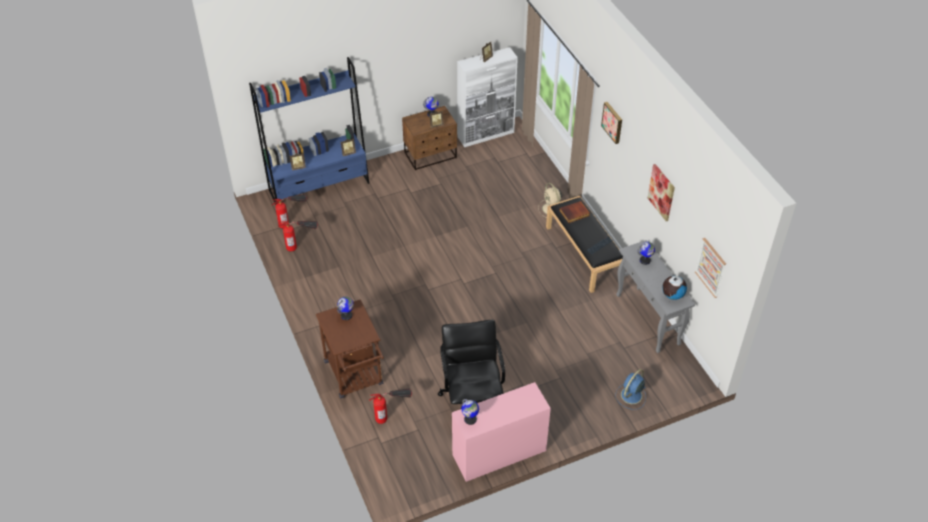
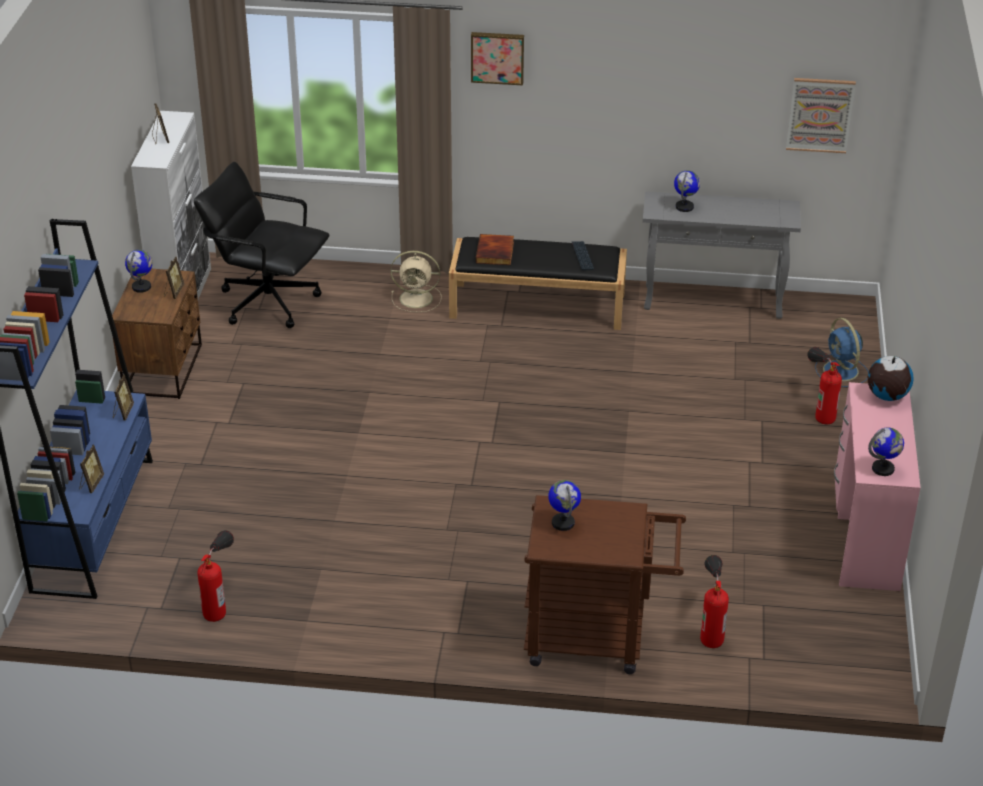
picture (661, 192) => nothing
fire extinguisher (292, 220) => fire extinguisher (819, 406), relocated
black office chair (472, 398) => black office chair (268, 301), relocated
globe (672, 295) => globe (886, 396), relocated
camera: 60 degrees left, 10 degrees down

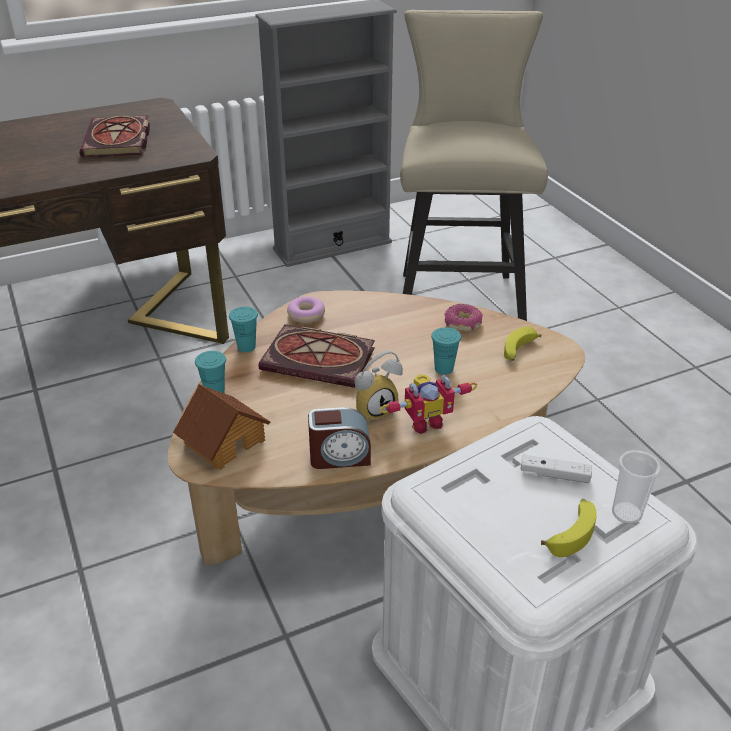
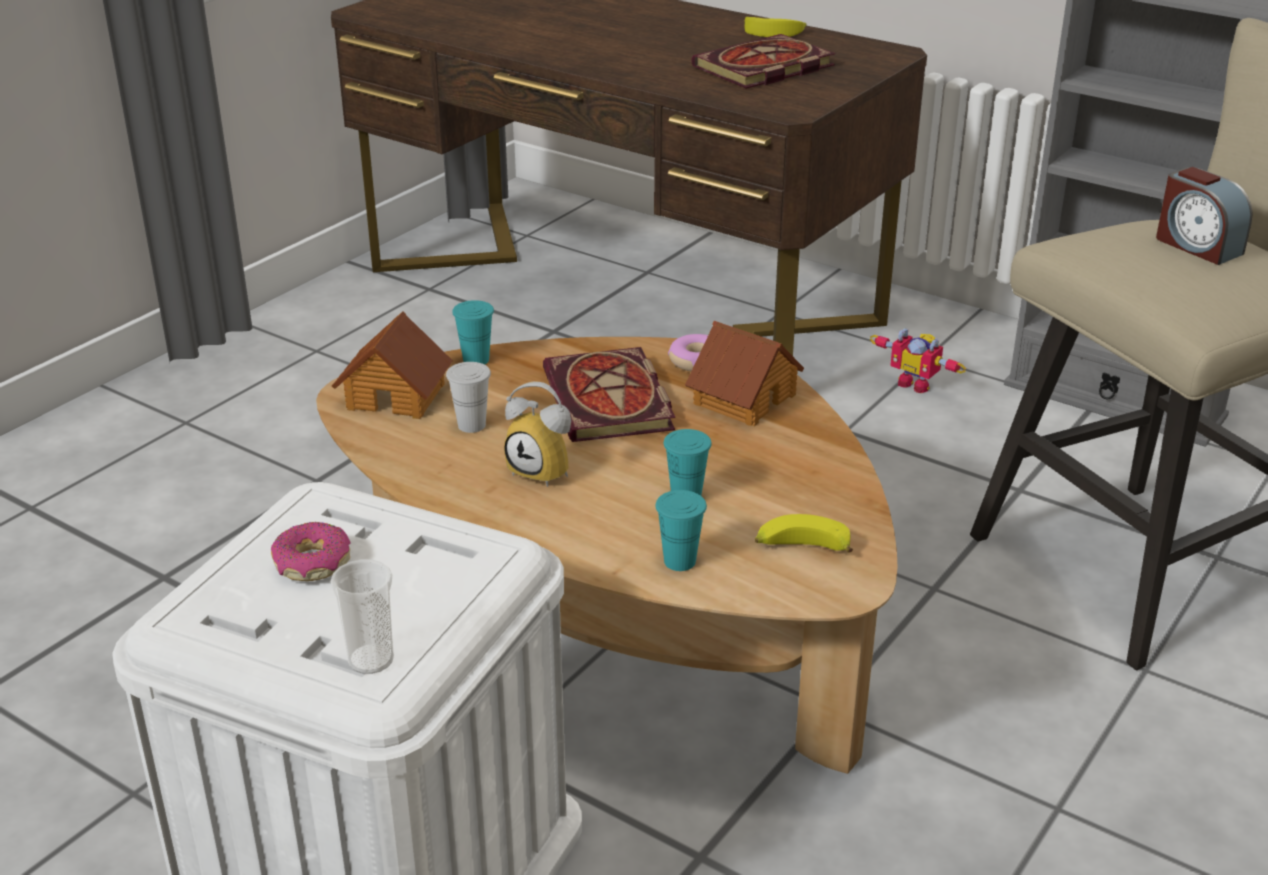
white game controller (554, 475) => nothing
nothing => white cup (471, 425)
nothing => toy house (743, 398)
turquoise cup (246, 347) => turquoise cup (679, 561), relocated
alarm clock (339, 456) => alarm clock (1197, 246), relocated
toy robot (425, 422) => toy robot (916, 383), relocated
donut (463, 323) => donut (312, 564), relocated
banana (571, 532) => banana (775, 33), relocated
camera: 60 degrees right, 5 degrees down

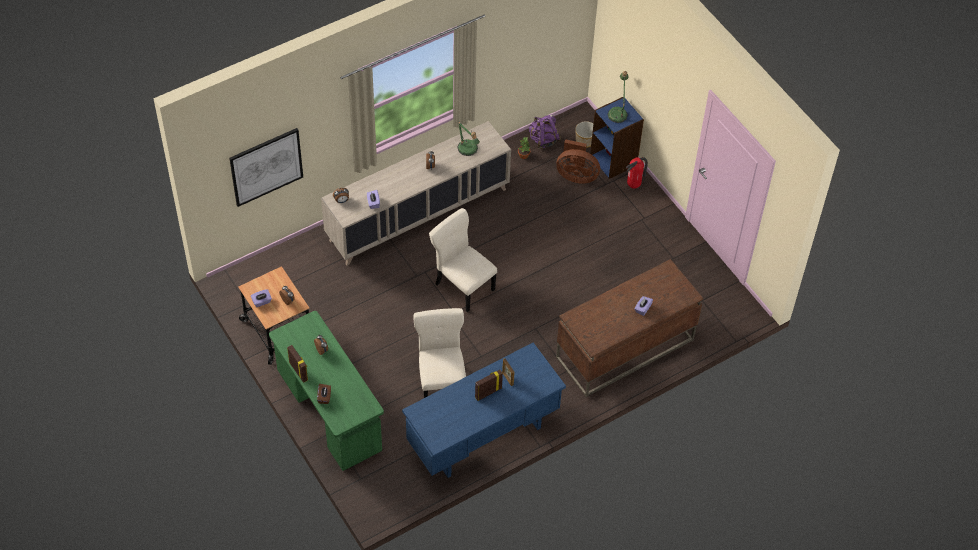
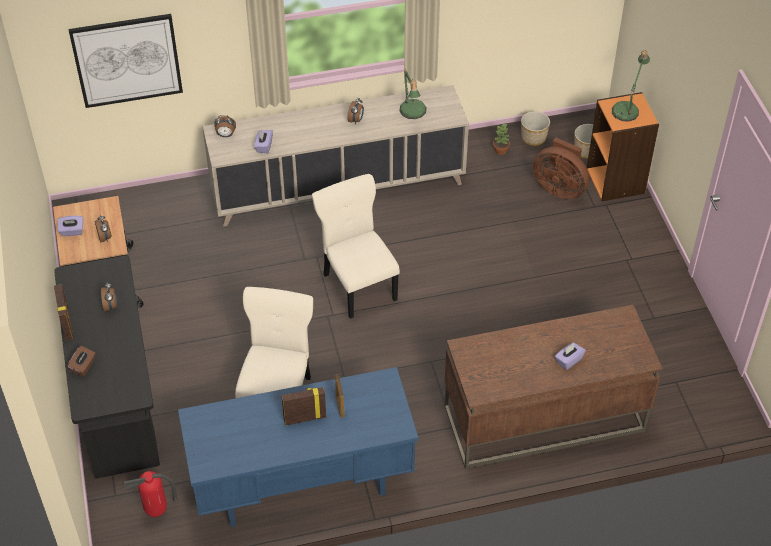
fire extinguisher (633, 186) => fire extinguisher (156, 511), relocated
purple backpack (543, 140) => planter (533, 138)
green desk (329, 411) => black desk (116, 396)
blue bookcase (614, 160) => orange bookcase (616, 181)
camera: 20 degrees right, 5 degrees down

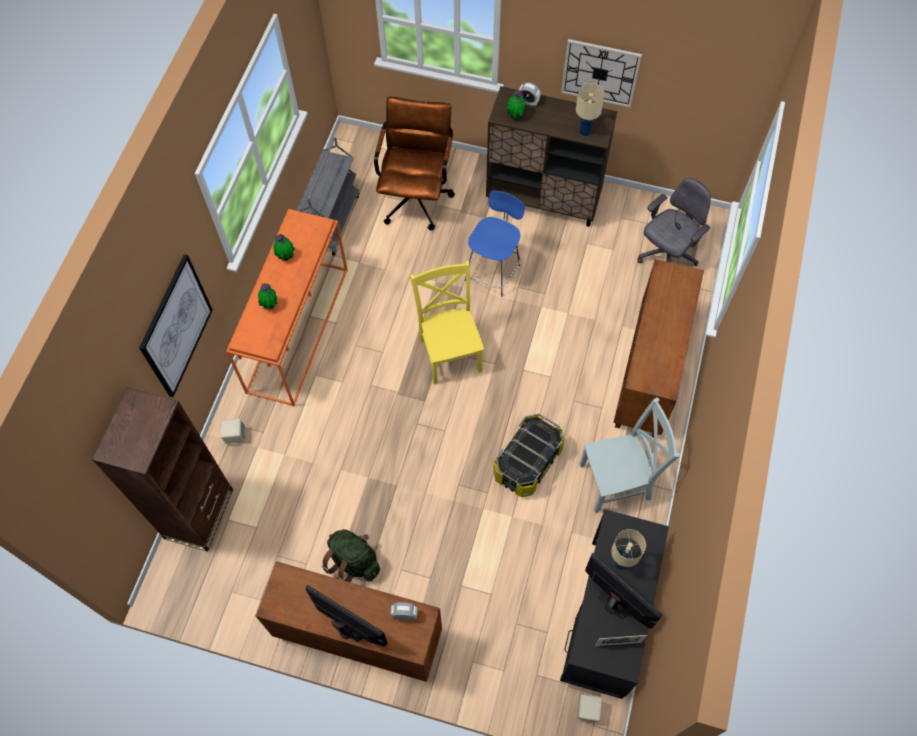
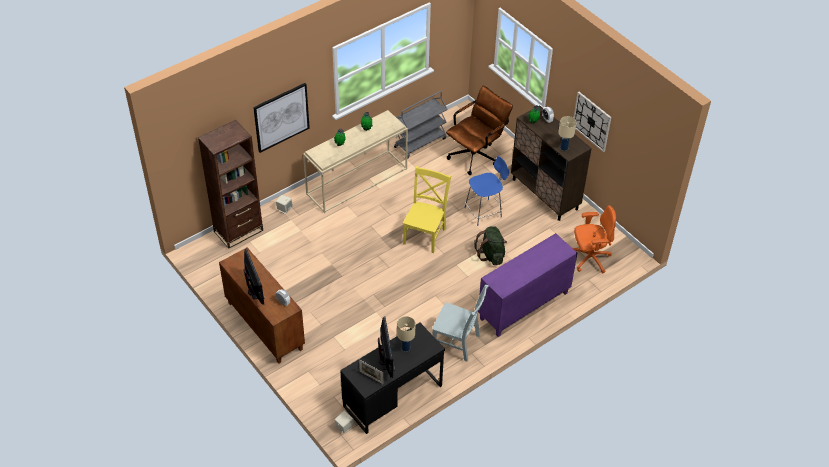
storage box (528, 462) => nothing
green backpack (353, 561) => green backpack (491, 255), relocated
orange console table (297, 329) => beige console table (357, 180)
brown cabinet (649, 373) => purple cabinet (524, 306)
grey office chair (666, 256) => orange office chair (589, 259)
camera: 35 degrees right, 15 degrees down

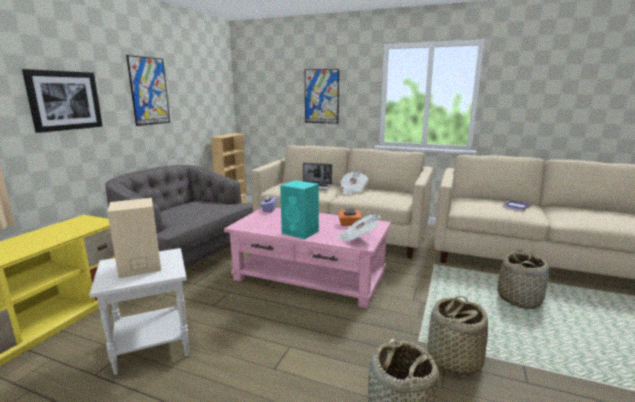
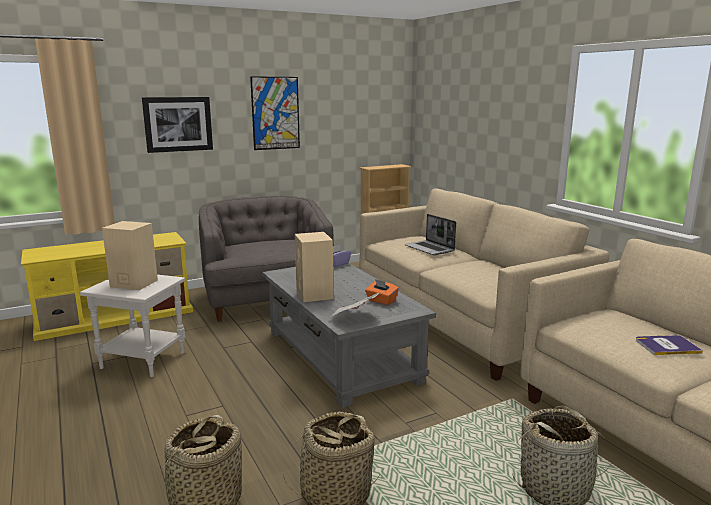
picture (321, 96) => nothing
newspaper (353, 190) => nothing
pink coffee table (310, 276) => grey coffee table (341, 355)
turquoise speaker (301, 232) => beige speaker (314, 295)
camera: 40 degrees right, 0 degrees up

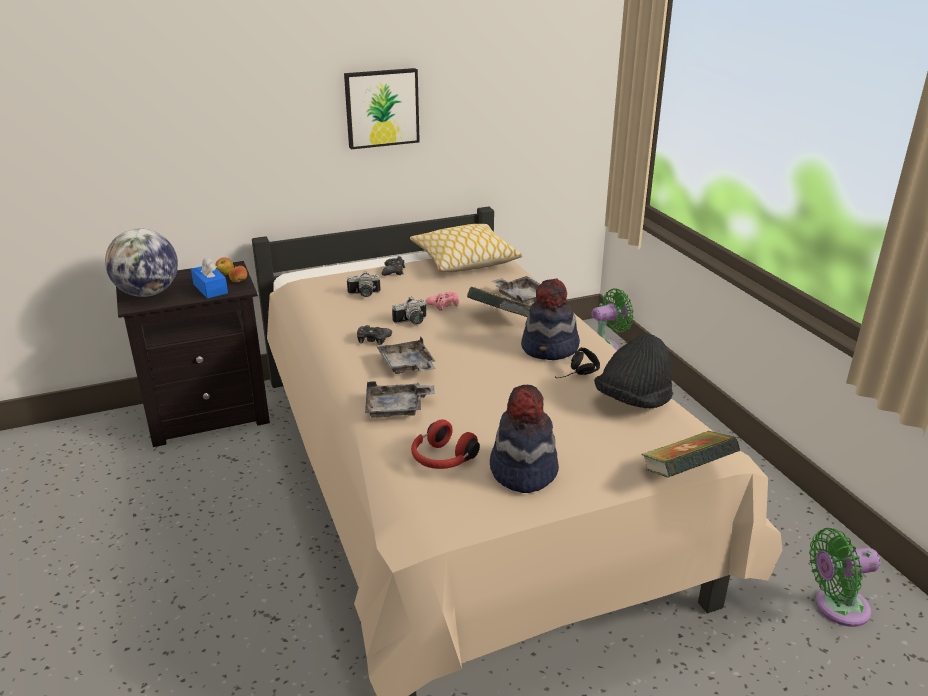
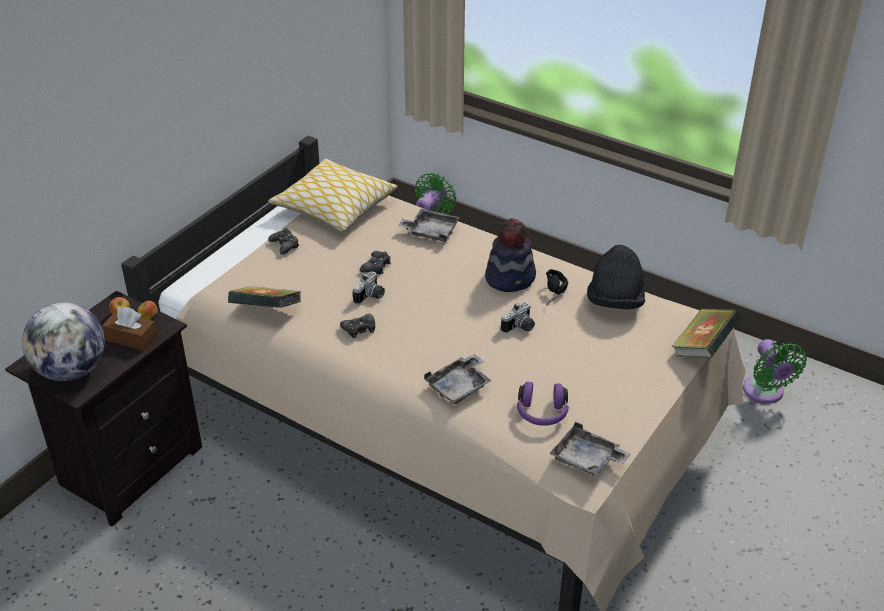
picture (381, 108) => nothing
hat (523, 470) => nothing
photo camera (364, 294) => photo camera (520, 328), relocated
grey tray (407, 366) => grey tray (587, 459), relocated
book (500, 319) => book (266, 312), relocated
blue tissue box (210, 289) => brown tissue box (131, 338)
red headphones (442, 459) => purple headphones (542, 414)
pink game controller (444, 305) => black game controller (376, 266)
green fan (836, 607) => green fan (765, 393), 60 degrees counterclockwise
camera: 35 degrees left, 10 degrees up

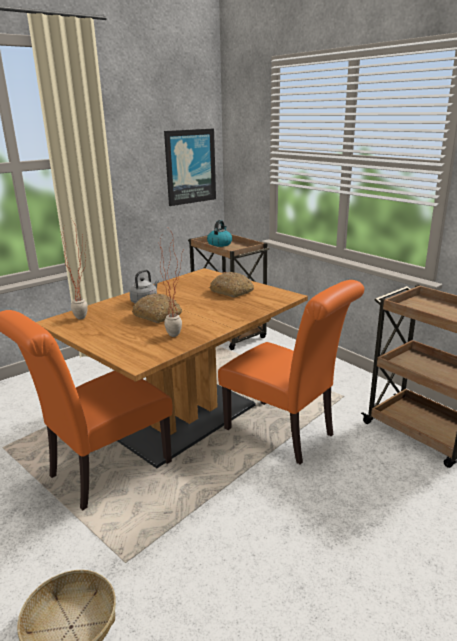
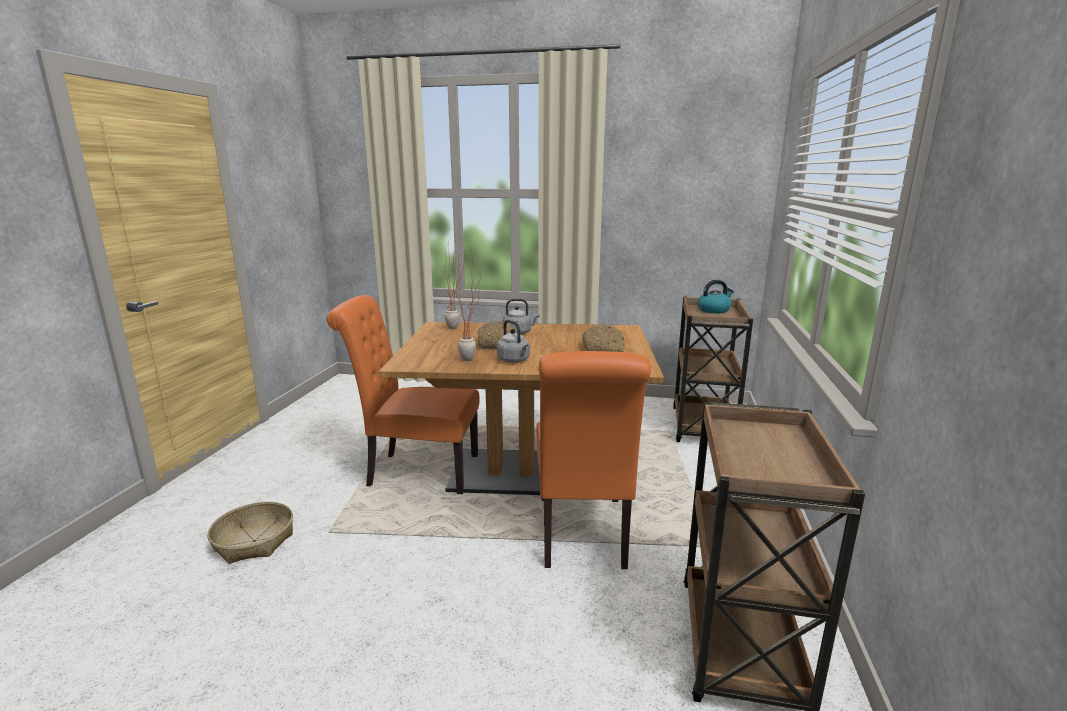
picture (190, 166) => nothing
nothing => grey kettle (514, 360)
camera: 50 degrees right, 5 degrees down

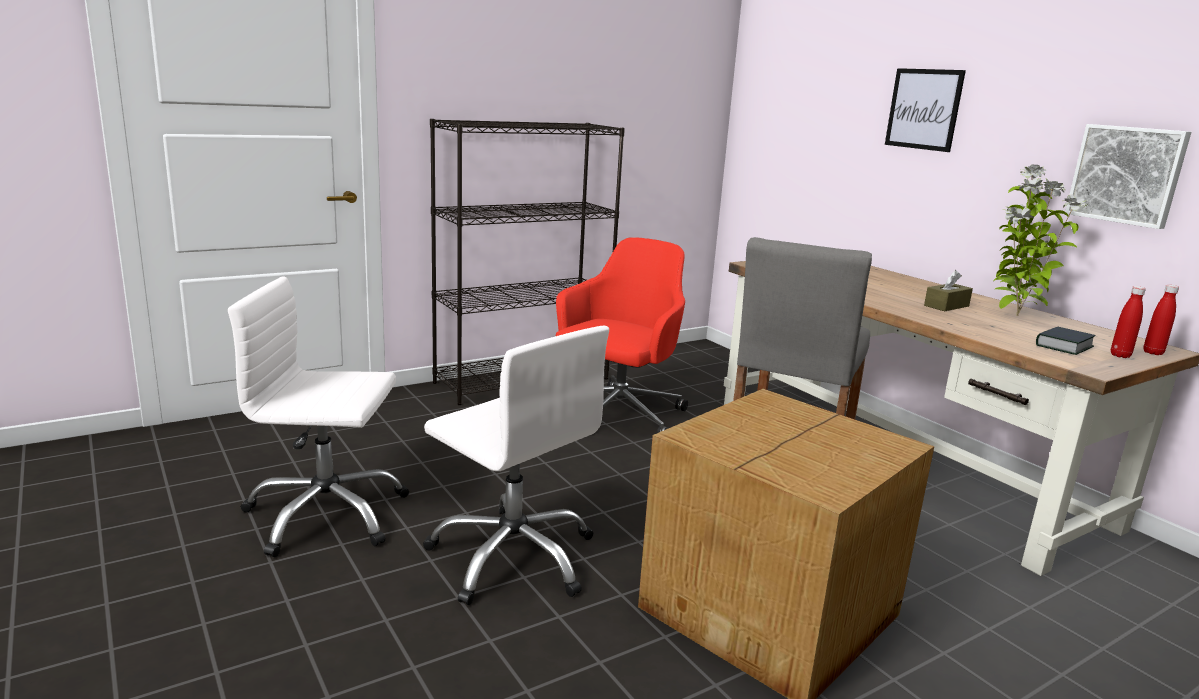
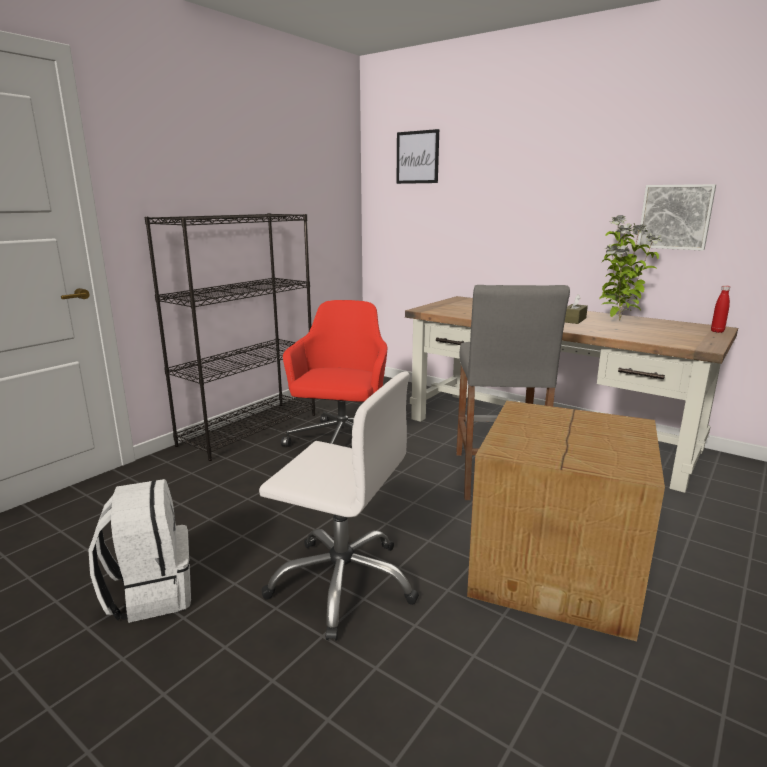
book (1063, 346) => nothing
red bottle (1120, 355) => nothing
picture (924, 109) => picture (417, 157), relocated
white office chair (326, 515) => white backpack (151, 593)
camera: 20 degrees left, 0 degrees up

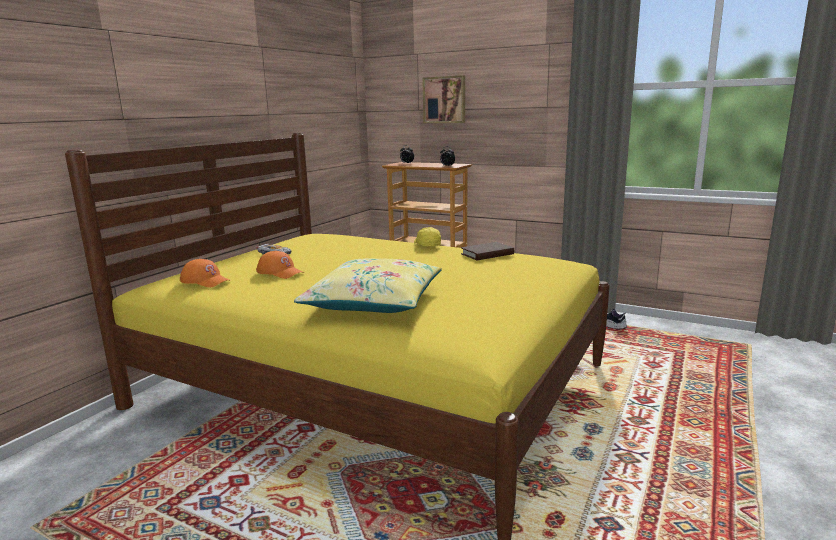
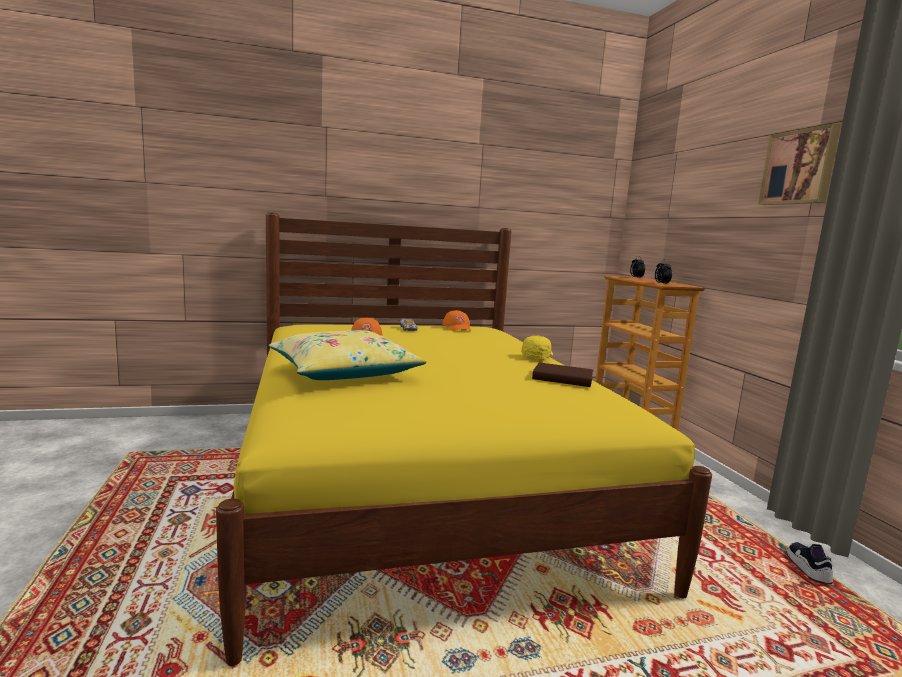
orange cap (205, 281) => orange cap (457, 328), relocated
picture (444, 100) => picture (799, 167), relocated
camera: 45 degrees right, 5 degrees down

